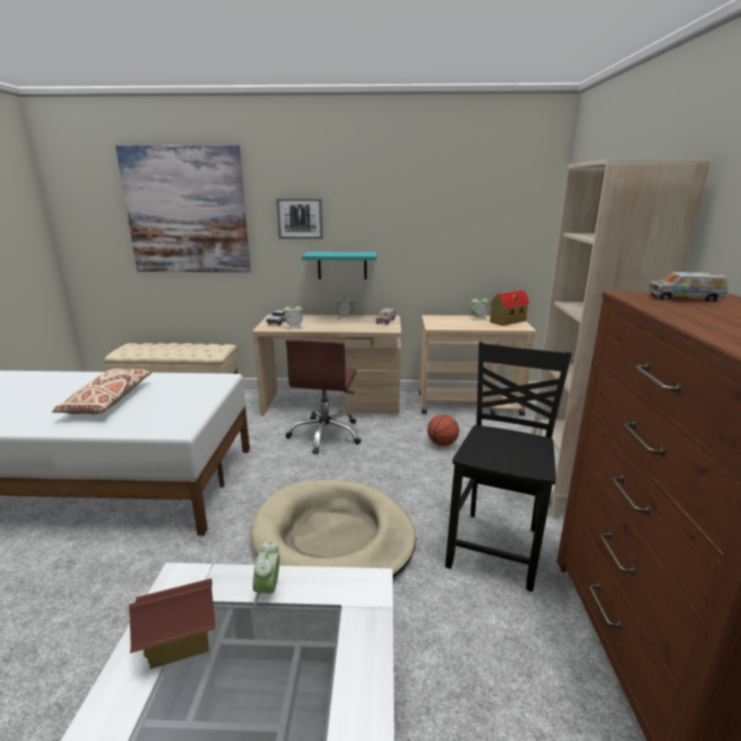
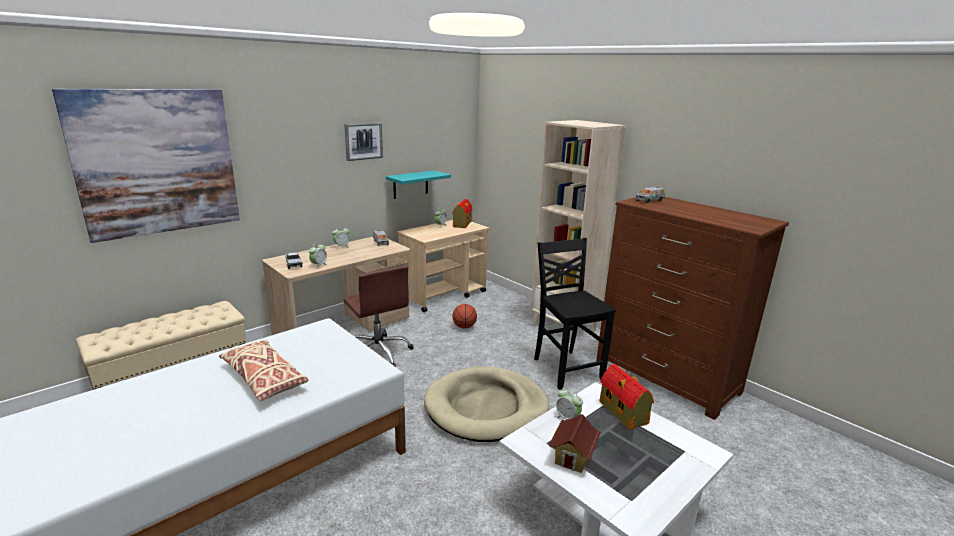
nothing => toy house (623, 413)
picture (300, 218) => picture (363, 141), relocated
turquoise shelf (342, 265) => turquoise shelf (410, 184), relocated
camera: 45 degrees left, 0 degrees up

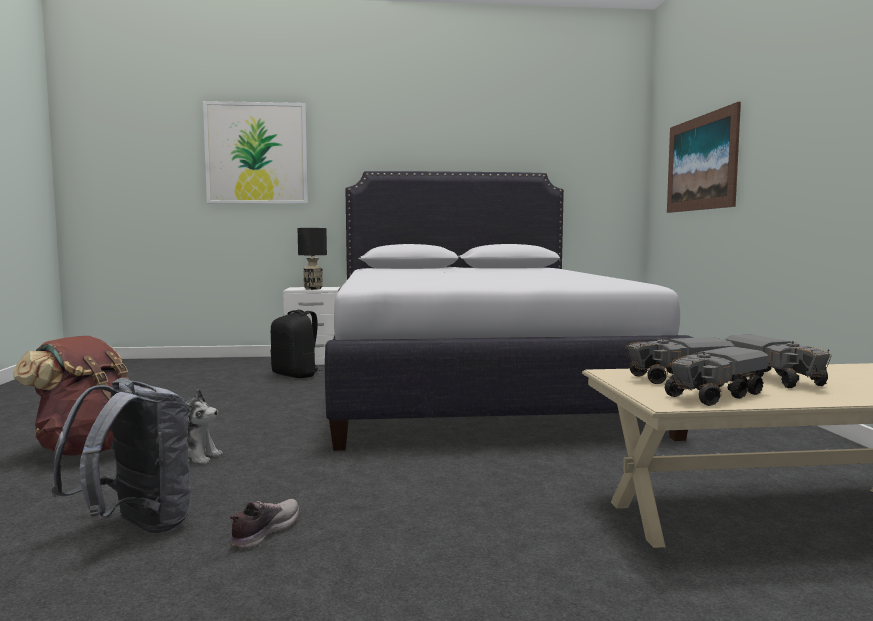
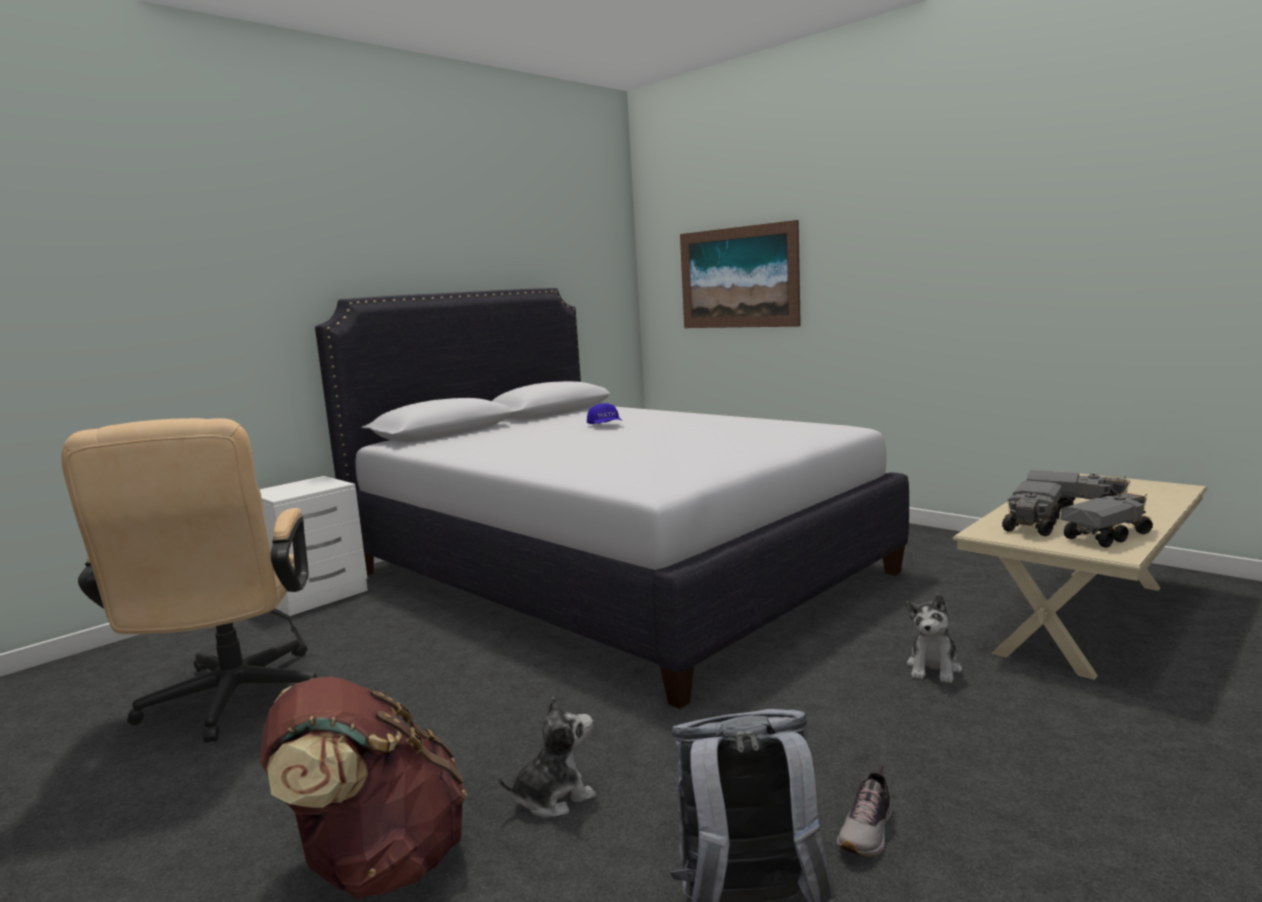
picture (256, 153) => nothing
black backpack (296, 375) => nothing
black table lamp (313, 289) => nothing
nothing => beige office chair (230, 704)
nothing => blue cap (605, 425)
nothing => plush toy (934, 668)
shoe (264, 532) => shoe (868, 831), 135 degrees counterclockwise
toy truck (714, 395) => toy truck (1107, 536), 135 degrees counterclockwise
camera: 40 degrees left, 5 degrees up

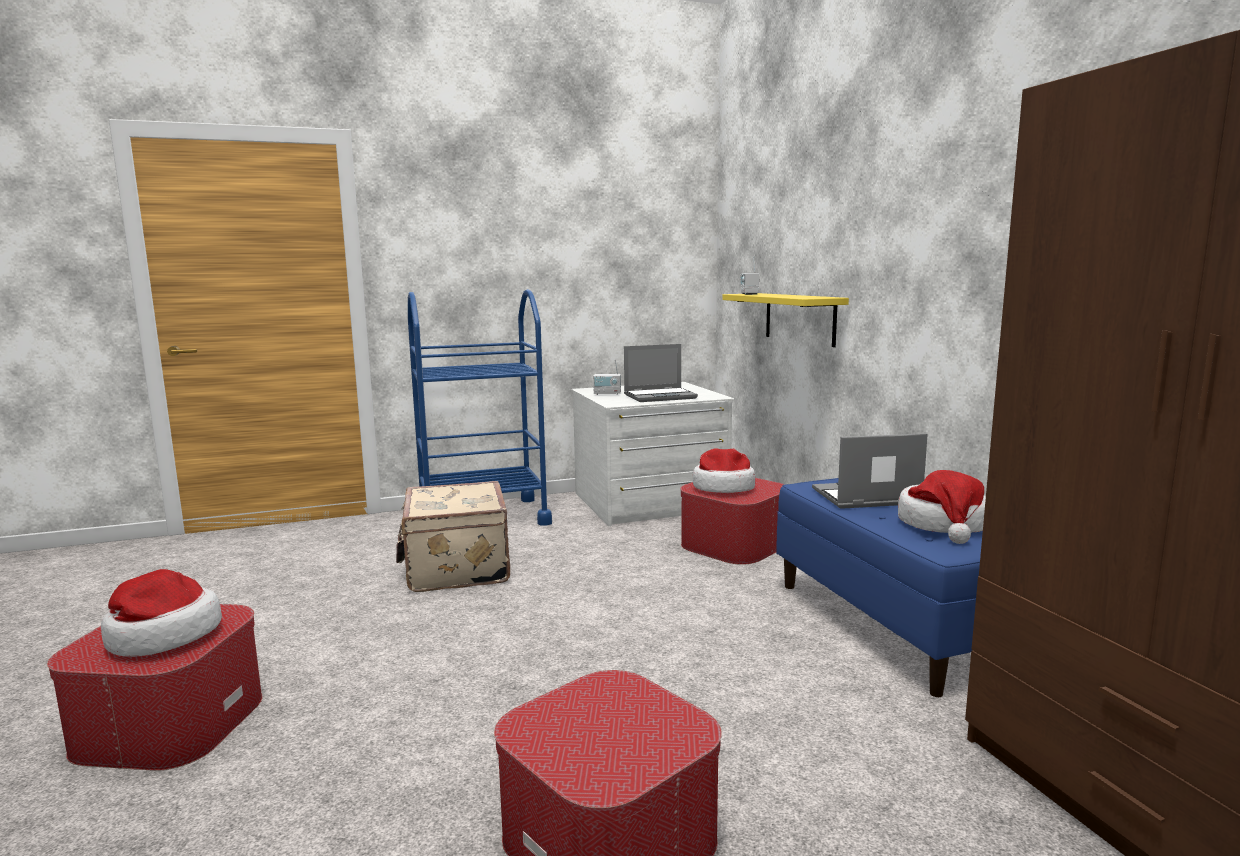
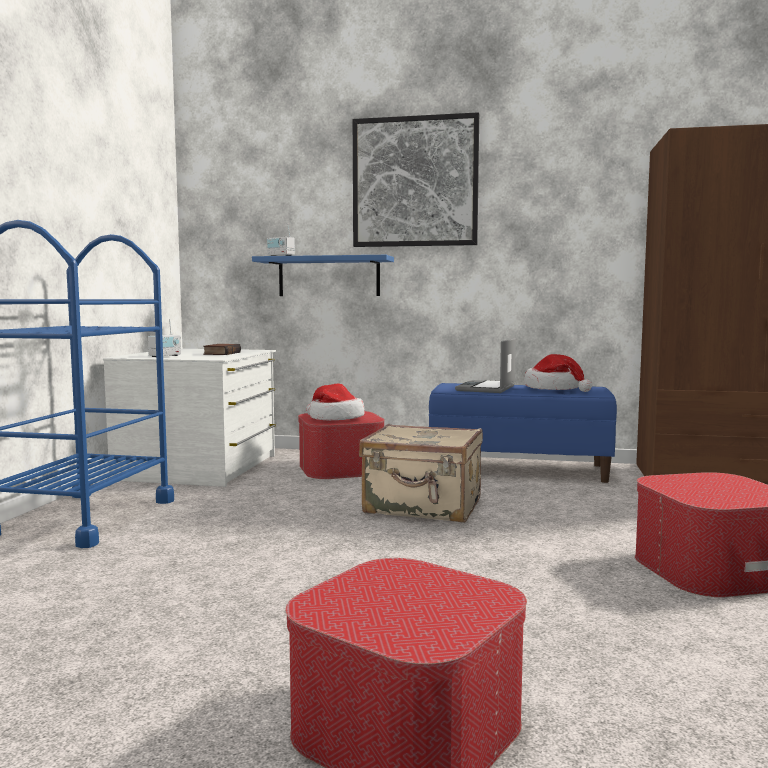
hat (162, 636) => nothing
nothing => picture (415, 182)
beige suitcase (455, 569) => beige suitcase (423, 507), relocated
laptop (660, 396) => book (221, 353)
yellow shelf (799, 318) => blue shelf (329, 276)
camera: 60 degrees left, 5 degrees down

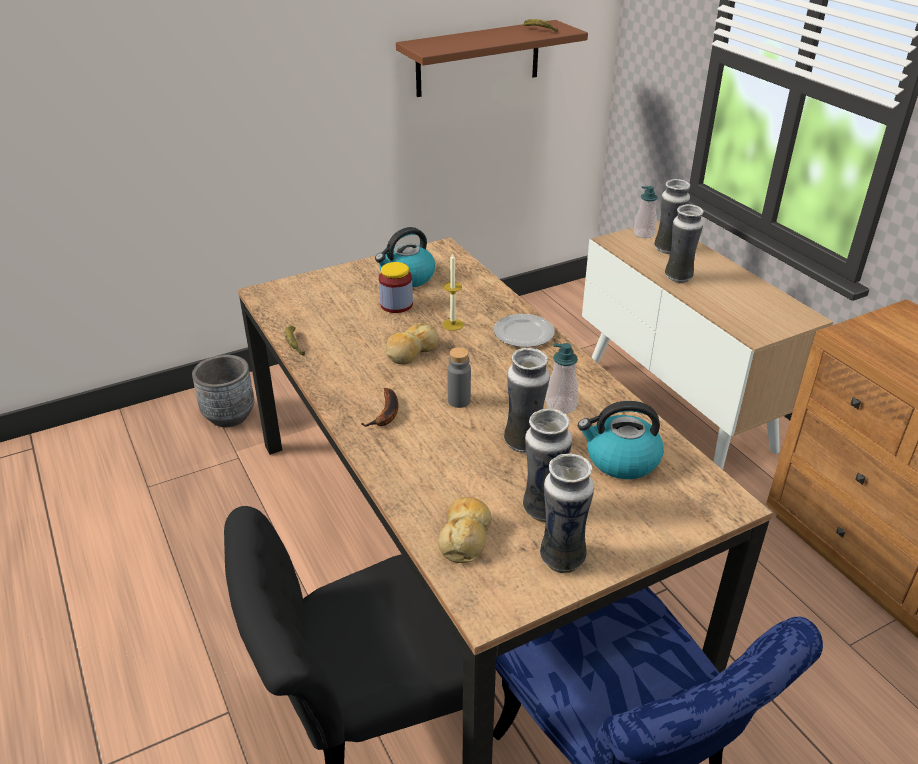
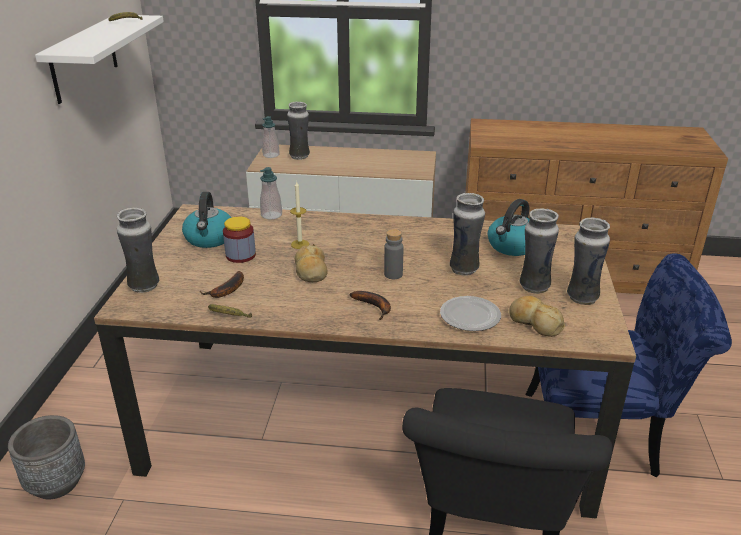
nothing => banana (227, 290)
plate (524, 334) => plate (470, 316), relocated
soap dispenser (561, 406) => soap dispenser (271, 215), relocated
vase (678, 278) => vase (145, 286), relocated
brown shelf (478, 58) => white shelf (84, 58)
camera: 55 degrees left, 5 degrees down

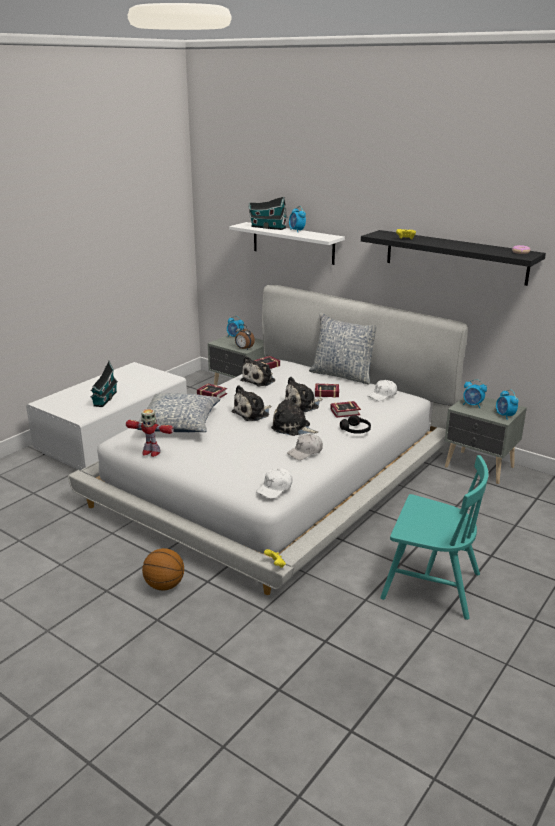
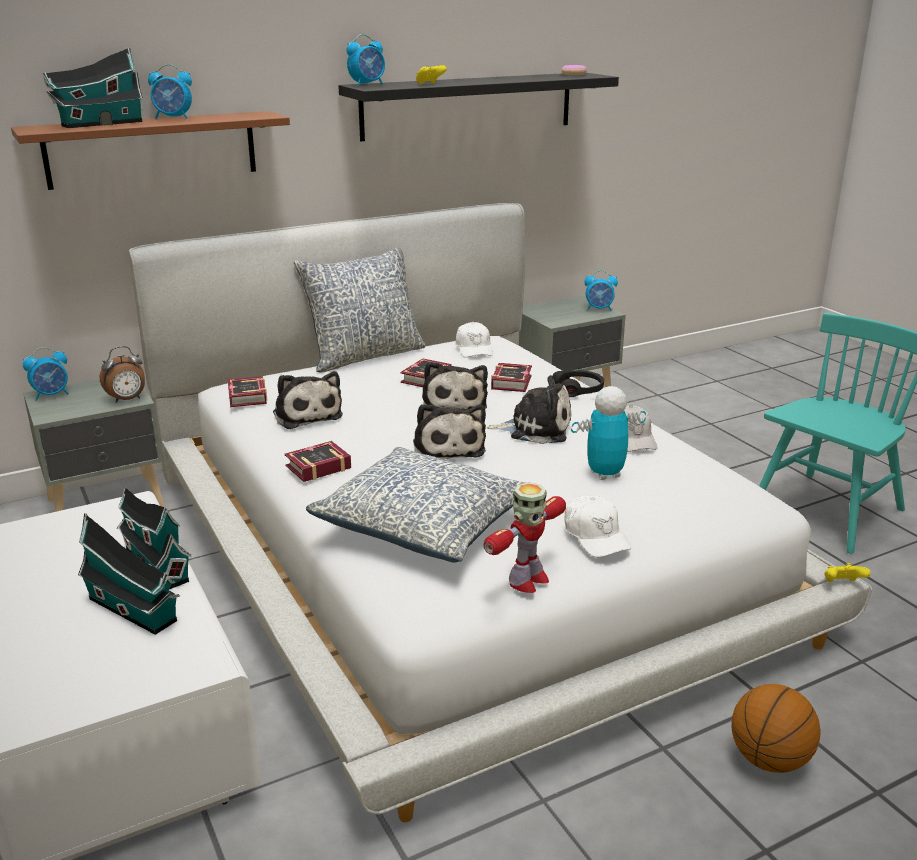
nothing => toy house (155, 563)
nothing => toy robot (605, 474)
white cap (275, 488) => white cap (596, 536), relocated
alarm clock (472, 405) => alarm clock (367, 85), relocated
white shelf (293, 243) => brown shelf (152, 149)
plush toy (292, 428) => plush toy (536, 429), 135 degrees counterclockwise
camera: 65 degrees left, 0 degrees up

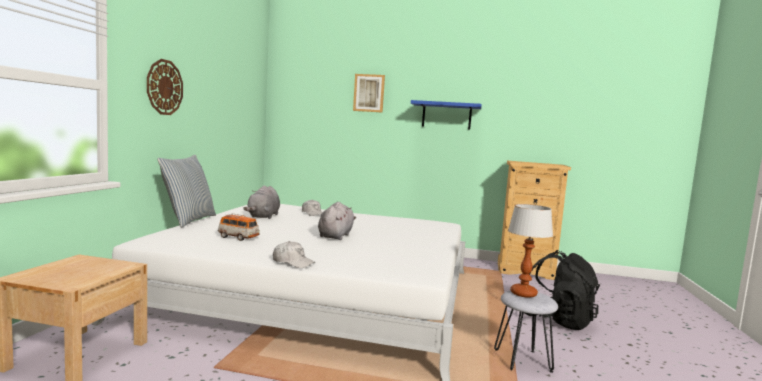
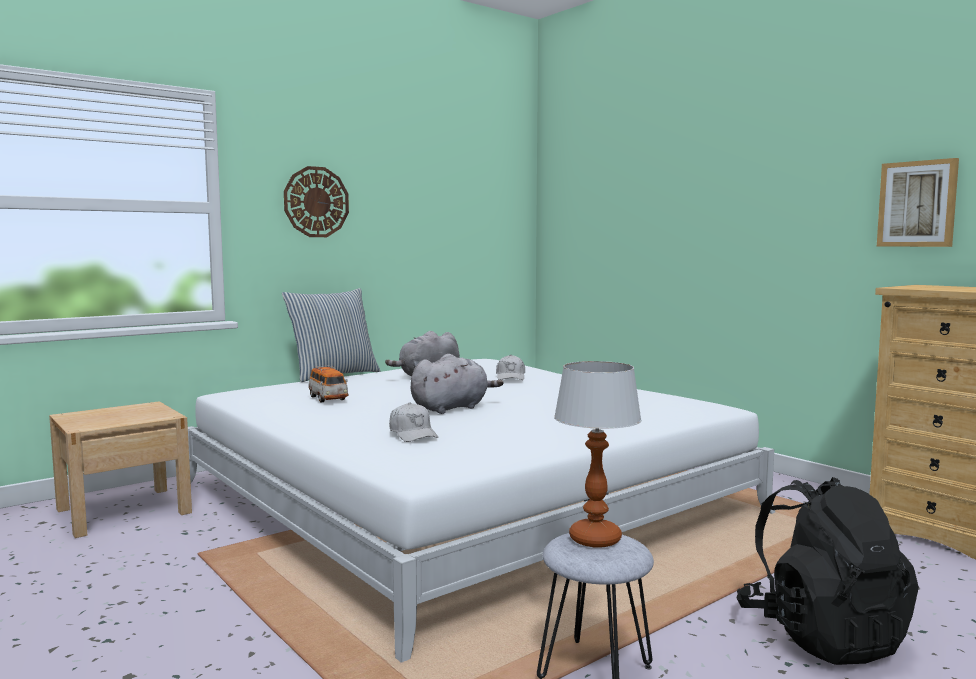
blue shelf (446, 116) => nothing
white cap (293, 262) => white cap (413, 434), relocated
picture (369, 93) => picture (917, 204), relocated
camera: 40 degrees right, 0 degrees up

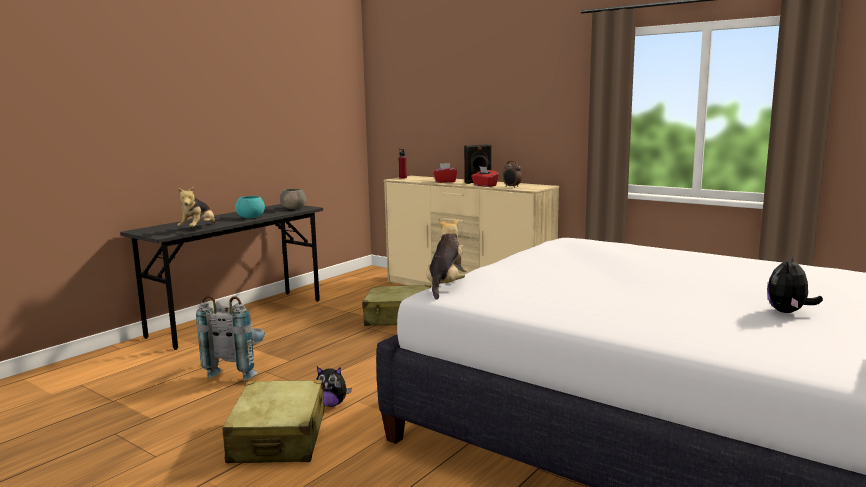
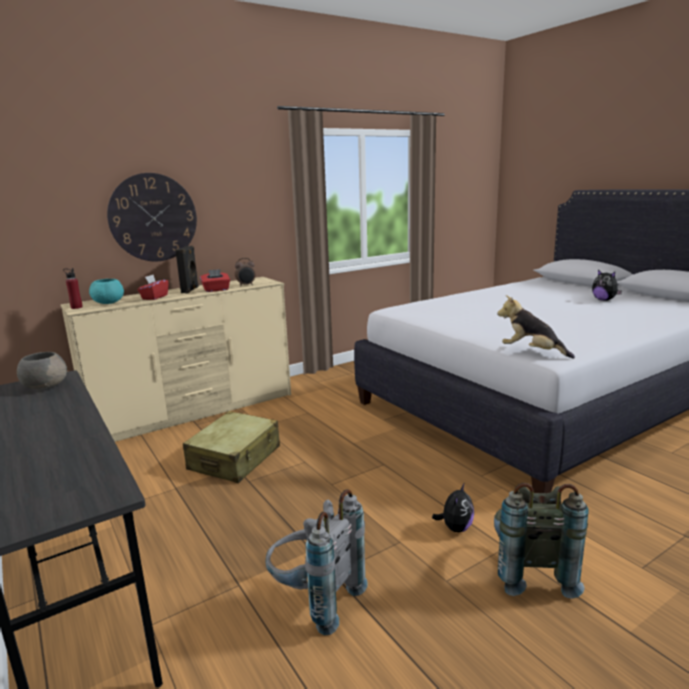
plush toy (198, 229) => nothing
nothing => wall clock (153, 217)
turquoise bowl (251, 217) => turquoise bowl (109, 302), relocated
beige suitcase (278, 438) => grey backpack (530, 571)
camera: 70 degrees left, 5 degrees up

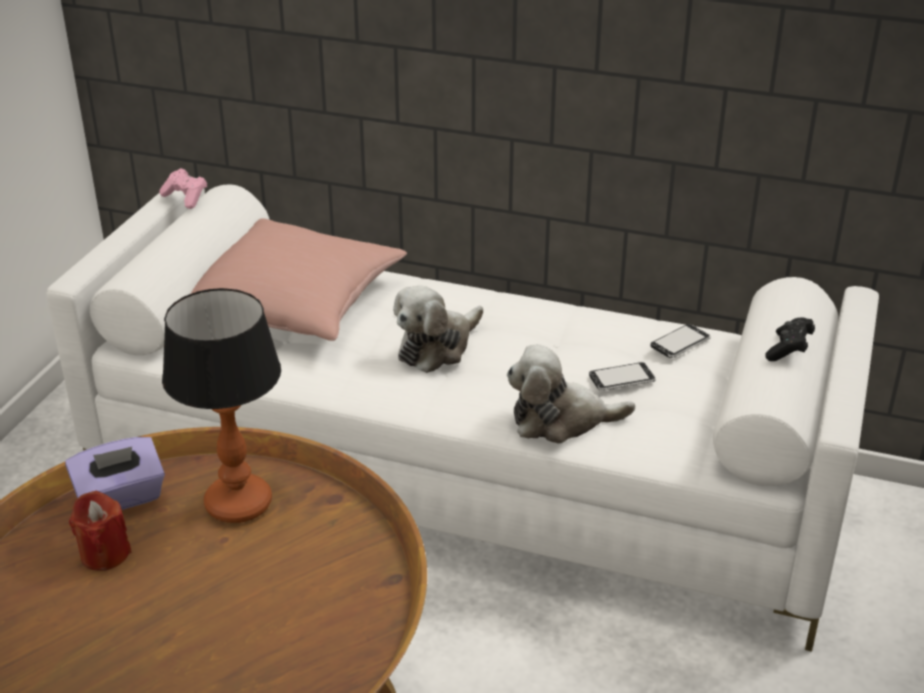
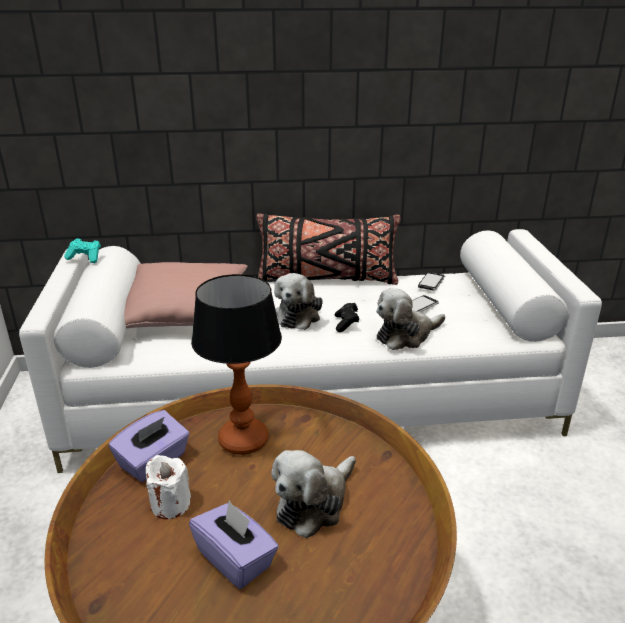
nothing => purple tissue box (236, 559)
nothing => black pillow (327, 278)
nothing => plush toy (314, 503)
black game controller (788, 350) => black game controller (346, 324), relocated
red candle (105, 554) => white candle (170, 504)
pink game controller (186, 198) => turquoise game controller (85, 258)
camera: 25 degrees left, 5 degrees down

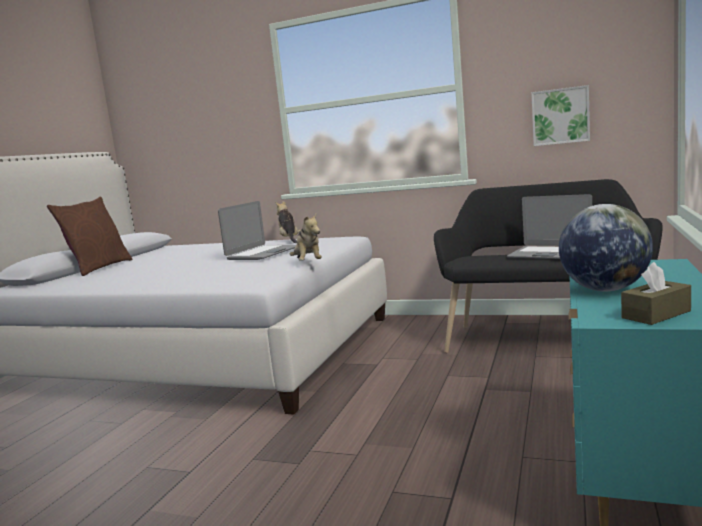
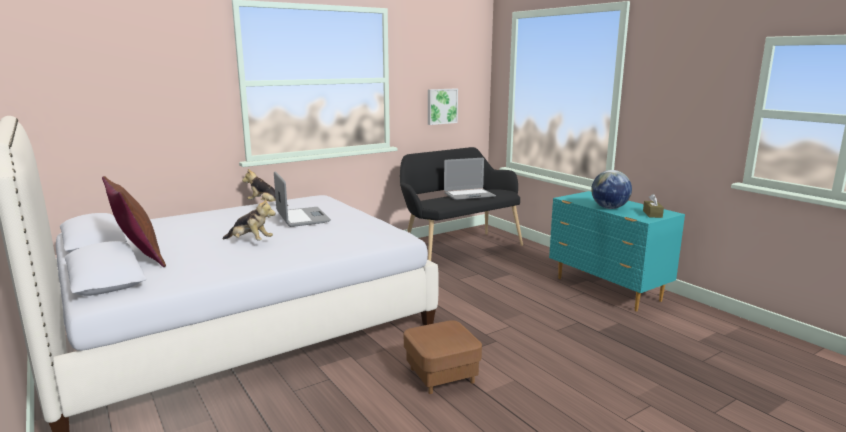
nothing => brown ottoman (441, 375)
plush toy (308, 263) => plush toy (250, 242), relocated
camera: 55 degrees left, 5 degrees up

